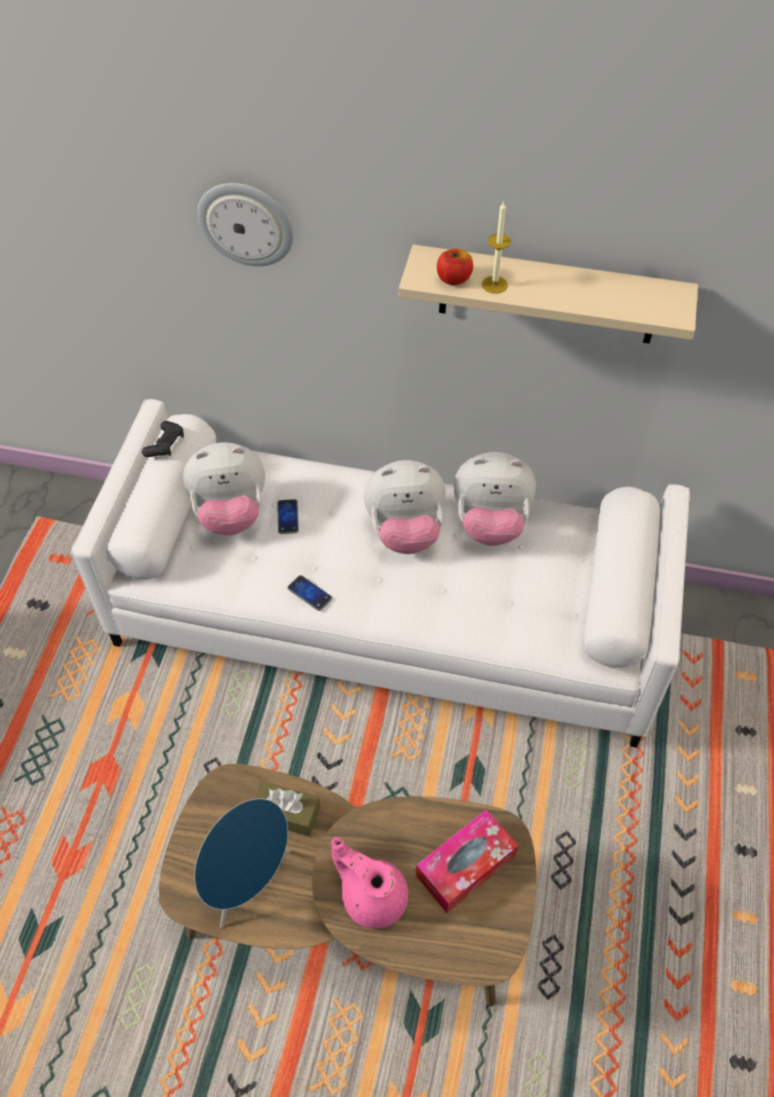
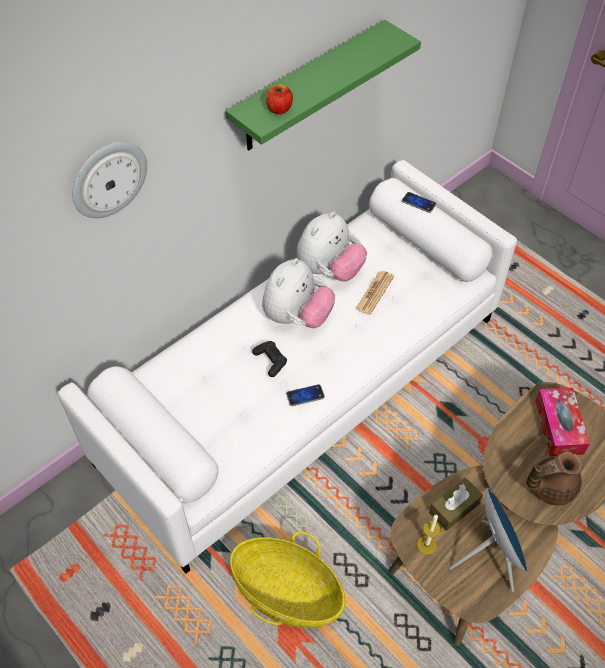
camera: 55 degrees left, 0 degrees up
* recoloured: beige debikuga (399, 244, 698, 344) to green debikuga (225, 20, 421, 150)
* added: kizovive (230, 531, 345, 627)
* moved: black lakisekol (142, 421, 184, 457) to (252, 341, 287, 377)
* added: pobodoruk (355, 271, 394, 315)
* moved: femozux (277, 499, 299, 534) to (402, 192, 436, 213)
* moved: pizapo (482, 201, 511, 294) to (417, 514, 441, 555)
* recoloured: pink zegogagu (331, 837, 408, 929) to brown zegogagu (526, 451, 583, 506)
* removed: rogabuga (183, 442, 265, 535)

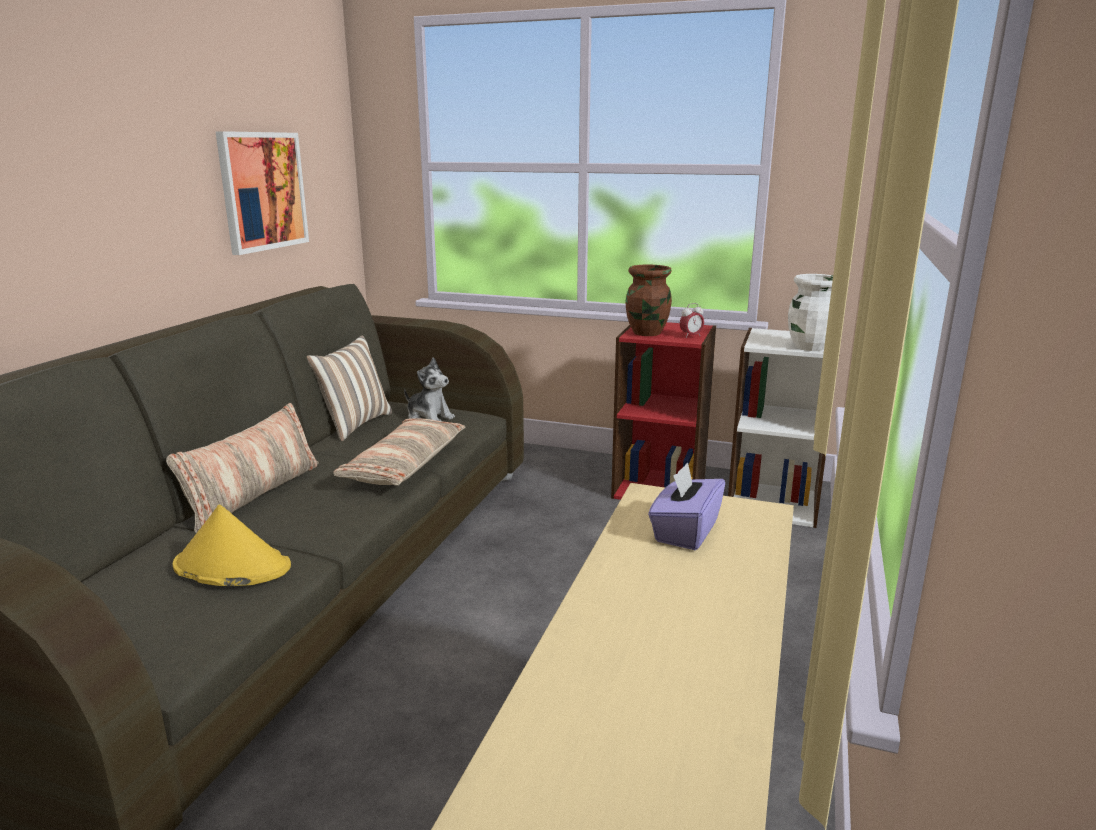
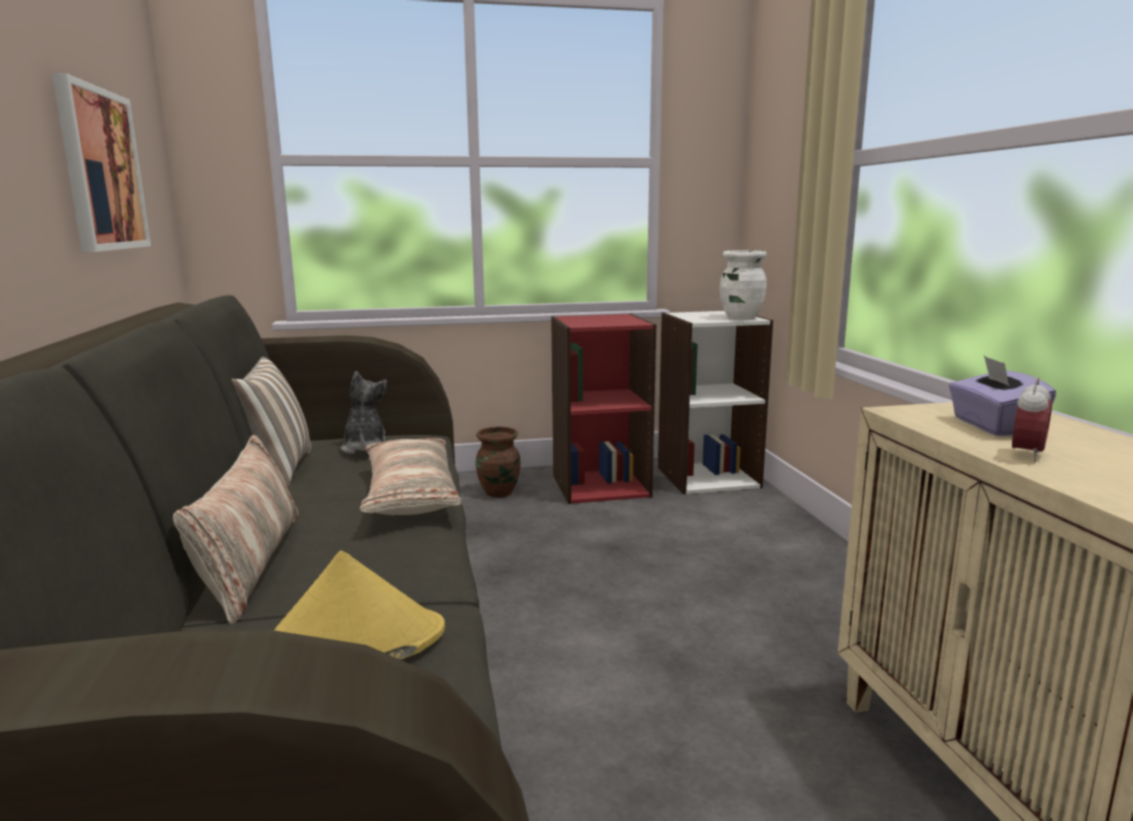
camera: 30 degrees left, 5 degrees down
* turned: rogabuga (404, 357, 455, 421) = (341, 371, 387, 454) 105 degrees counterclockwise
* moved: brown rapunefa (626, 264, 672, 336) to (476, 427, 521, 497)
* moved: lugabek (680, 303, 704, 338) to (1012, 377, 1052, 462)

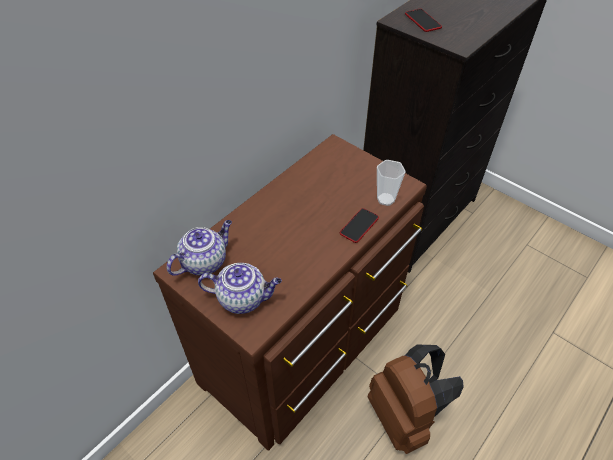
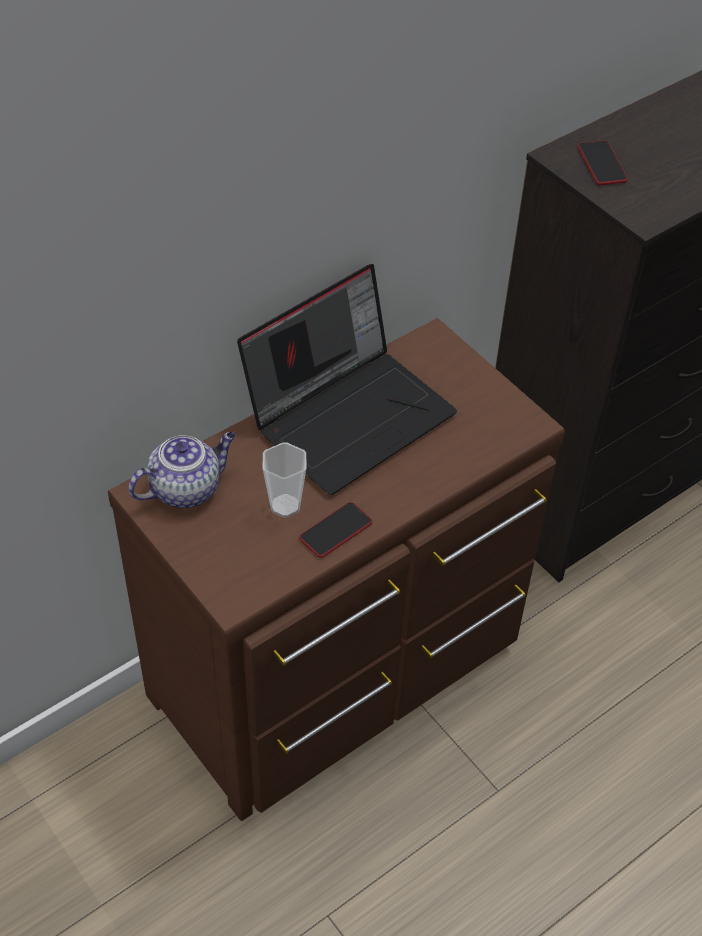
camera: 10 degrees right, 0 degrees up
* added: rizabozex (237, 264, 457, 495)
* moved: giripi (377, 160, 406, 206) to (262, 442, 306, 518)
* moved: femozux (340, 208, 379, 243) to (299, 502, 372, 558)
* removed: zegogagu (198, 263, 282, 314)
* removed: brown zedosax (368, 345, 463, 454)

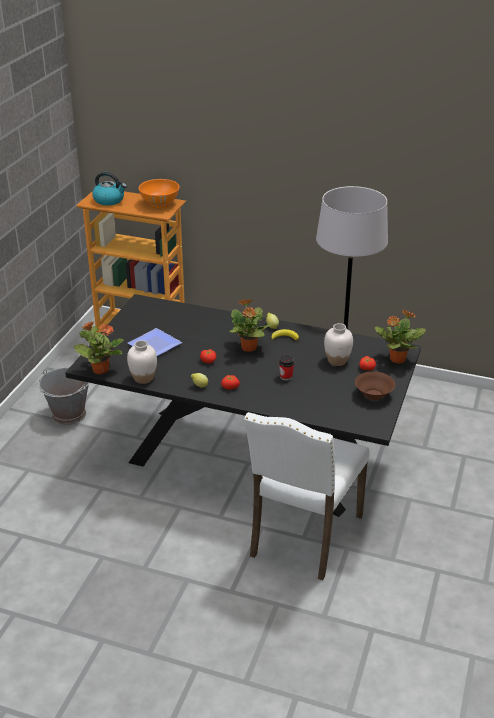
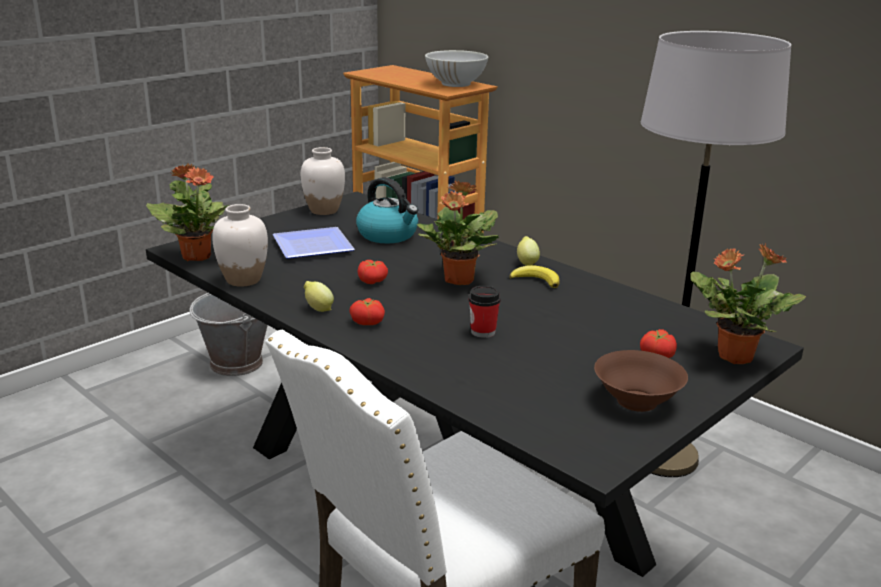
camera: 25 degrees right, 10 degrees down
* moved: white rapunefa (324, 323, 353, 366) to (301, 147, 345, 215)
* moved: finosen (92, 172, 127, 205) to (356, 177, 418, 243)
* recoloured: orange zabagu (138, 179, 180, 208) to white zabagu (425, 50, 488, 87)

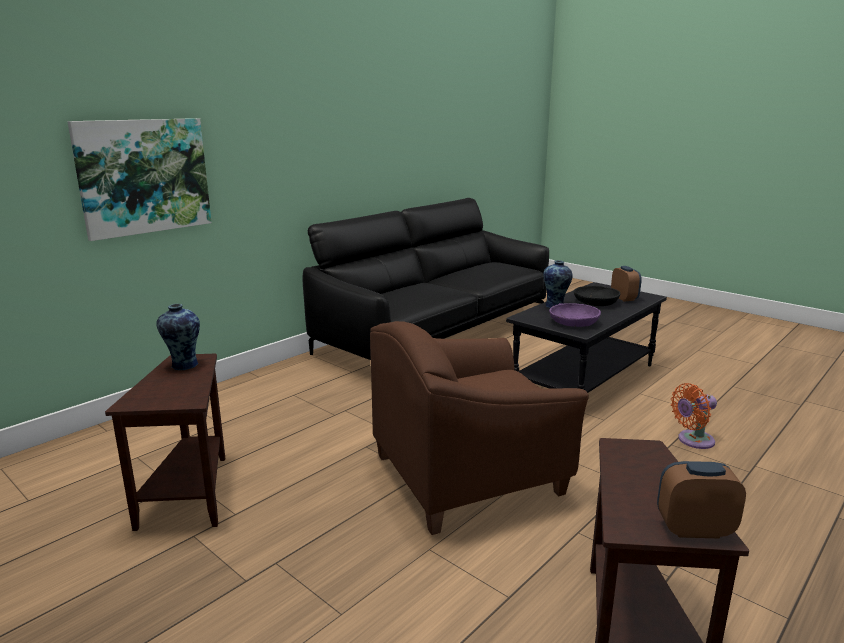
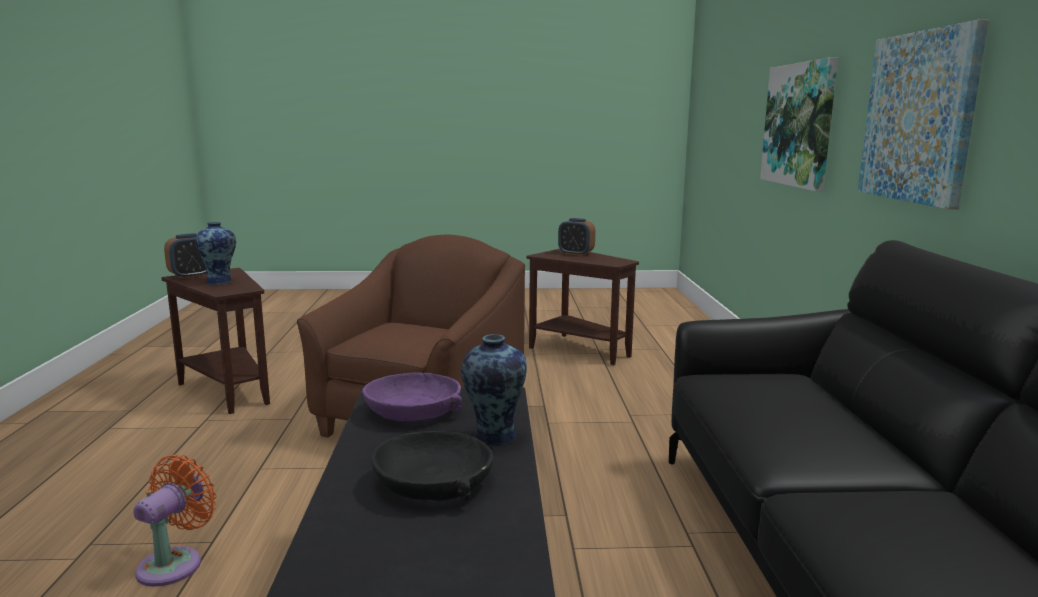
camera: 135 degrees right, 5 degrees down
* moved: rapunefa (156, 304, 200, 370) to (195, 222, 236, 285)
* moved: lugabek (611, 266, 642, 302) to (558, 218, 595, 256)
* added: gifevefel (858, 20, 989, 209)

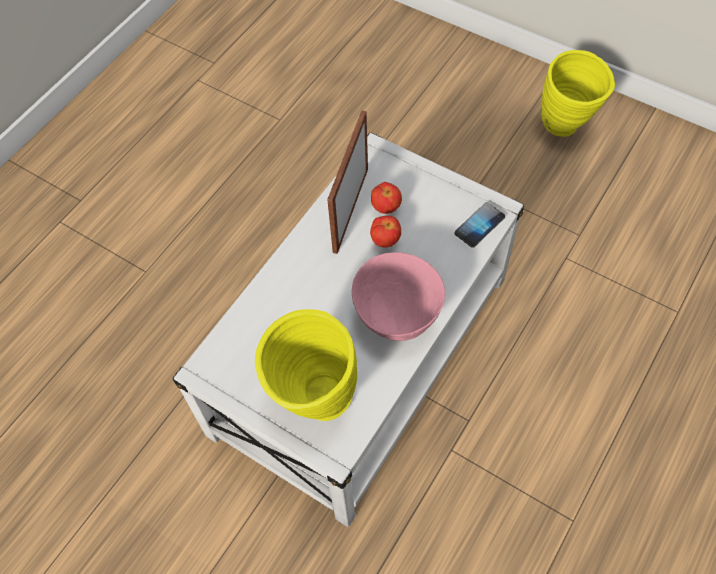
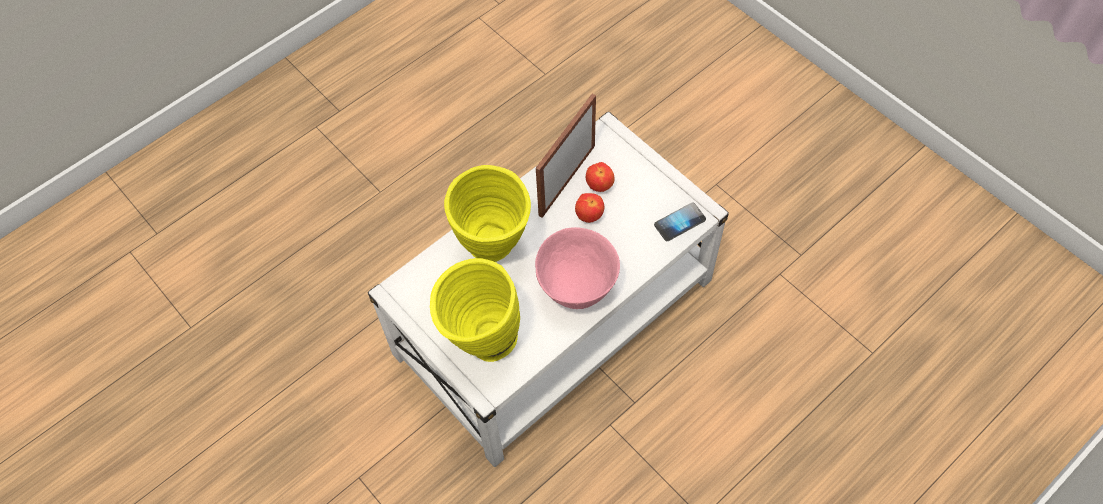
camera: 15 degrees right, 0 degrees up
* moved: yellow rapunefa (541, 50, 615, 137) to (444, 165, 531, 262)

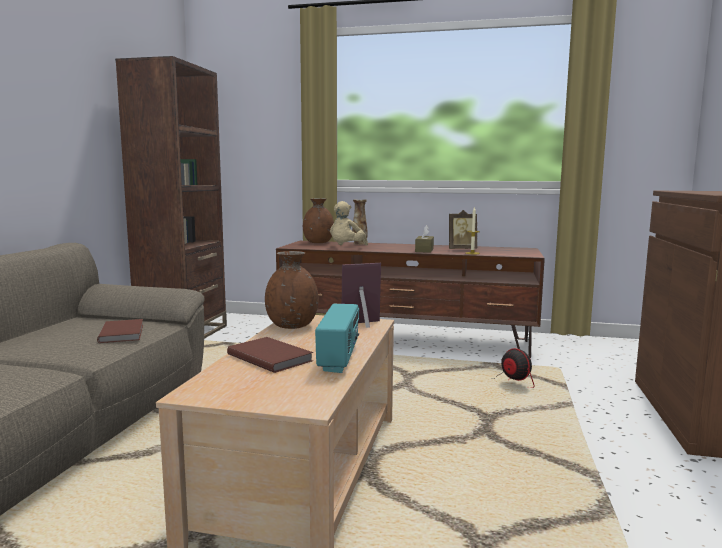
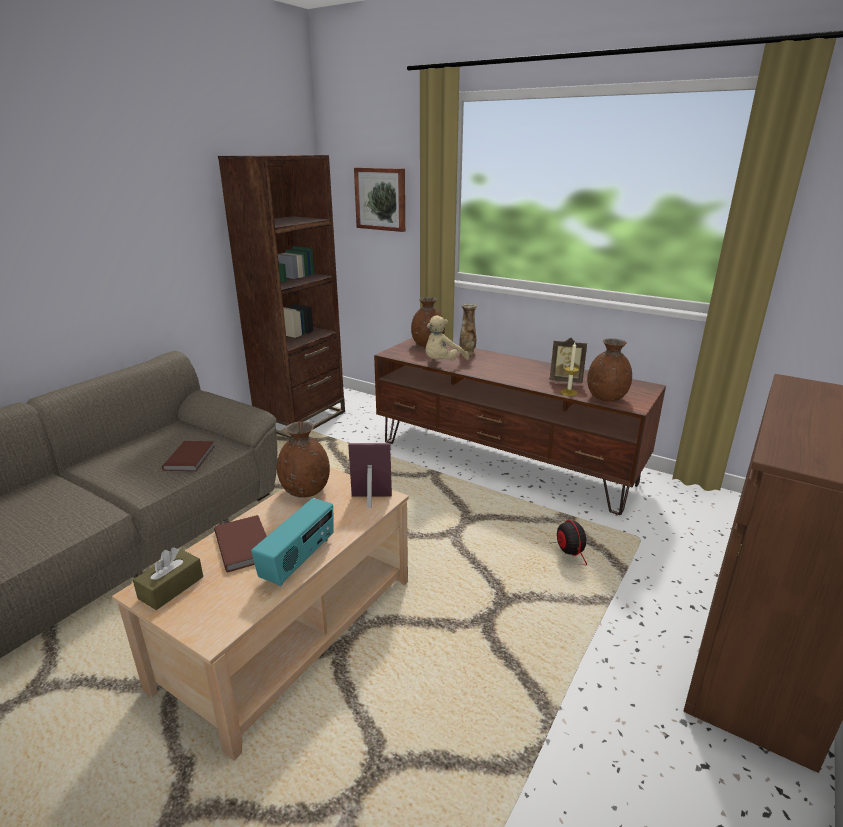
camera: 20 degrees right, 15 degrees up
* moved: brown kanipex (415, 225, 434, 253) to (133, 547, 203, 610)
* added: gifevefel (354, 167, 405, 232)
* added: brown rapunefa (587, 338, 632, 402)

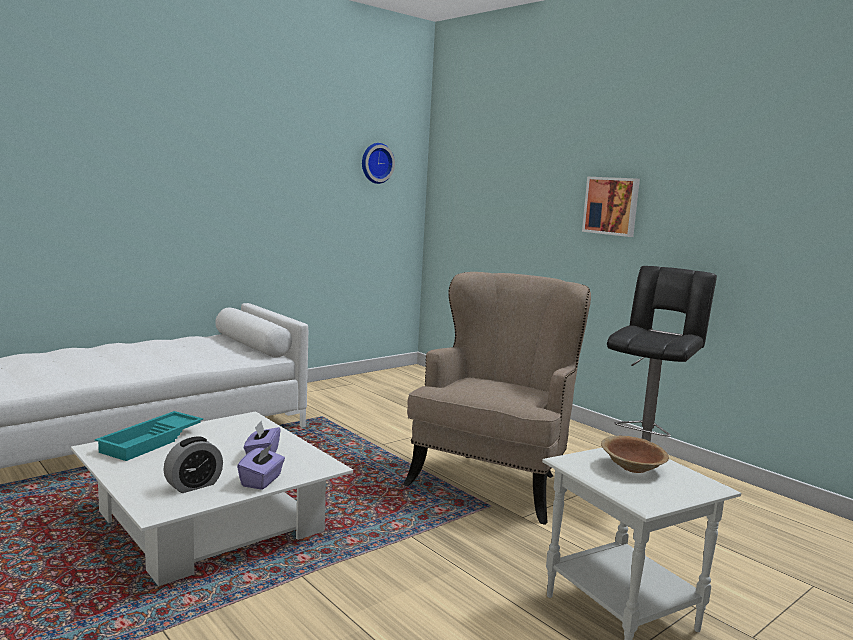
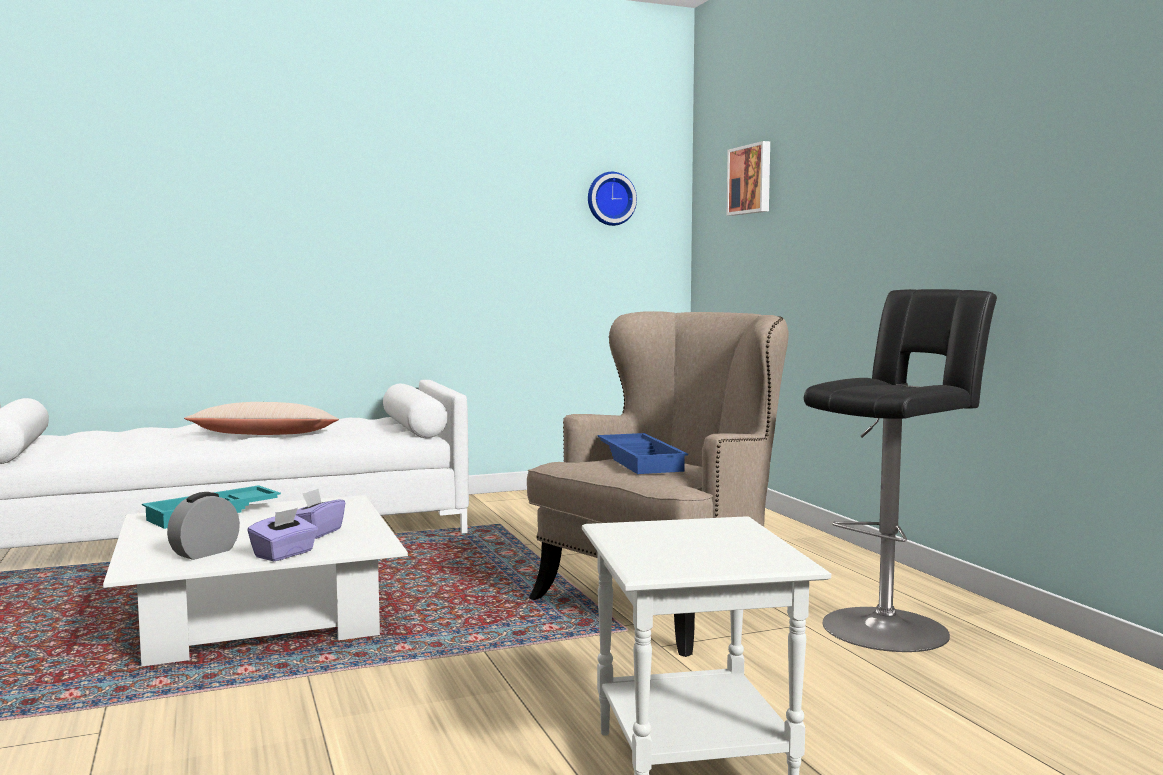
camera: 20 degrees right, 5 degrees down
* turned: lugabek (163, 437, 223, 493) = (167, 492, 240, 560) 150 degrees clockwise
* added: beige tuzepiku (184, 402, 339, 435)
* added: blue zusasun (597, 433, 688, 474)
* moved: gifevefel (582, 177, 640, 237) to (727, 141, 770, 216)
* removed: brown zabagu (601, 436, 669, 473)

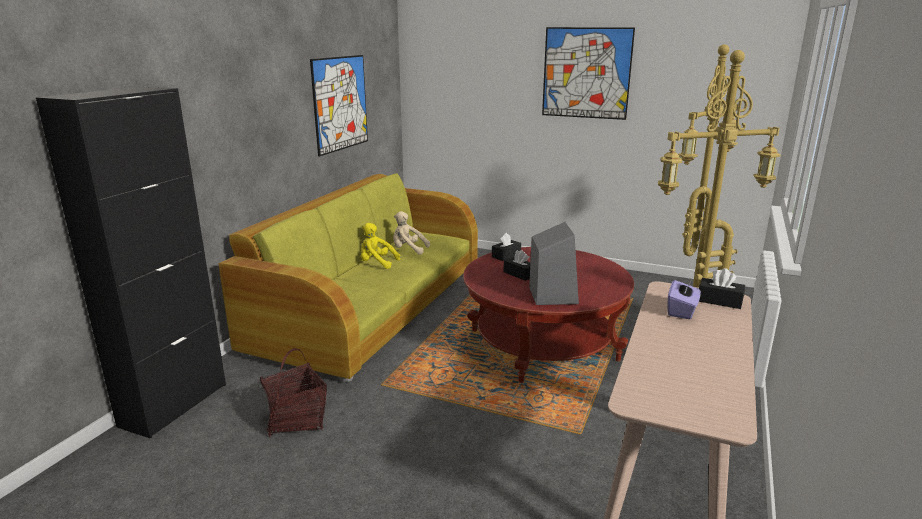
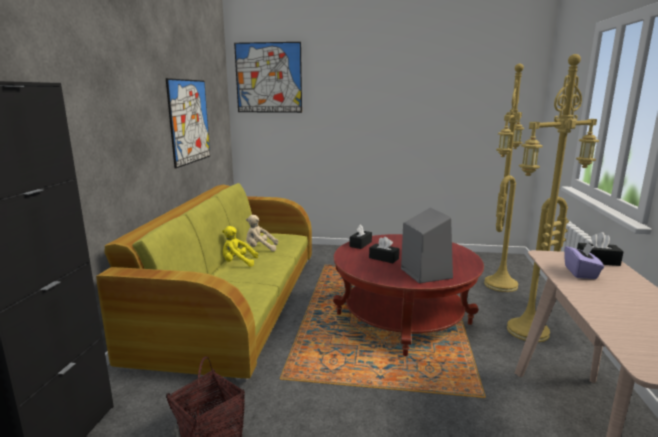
camera: 15 degrees left, 5 degrees down
* moved: gifevefel (542, 27, 635, 120) to (234, 42, 302, 113)

